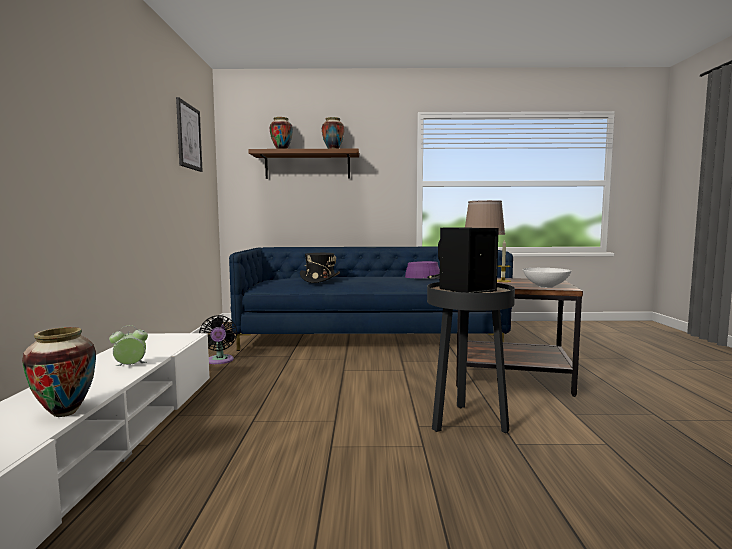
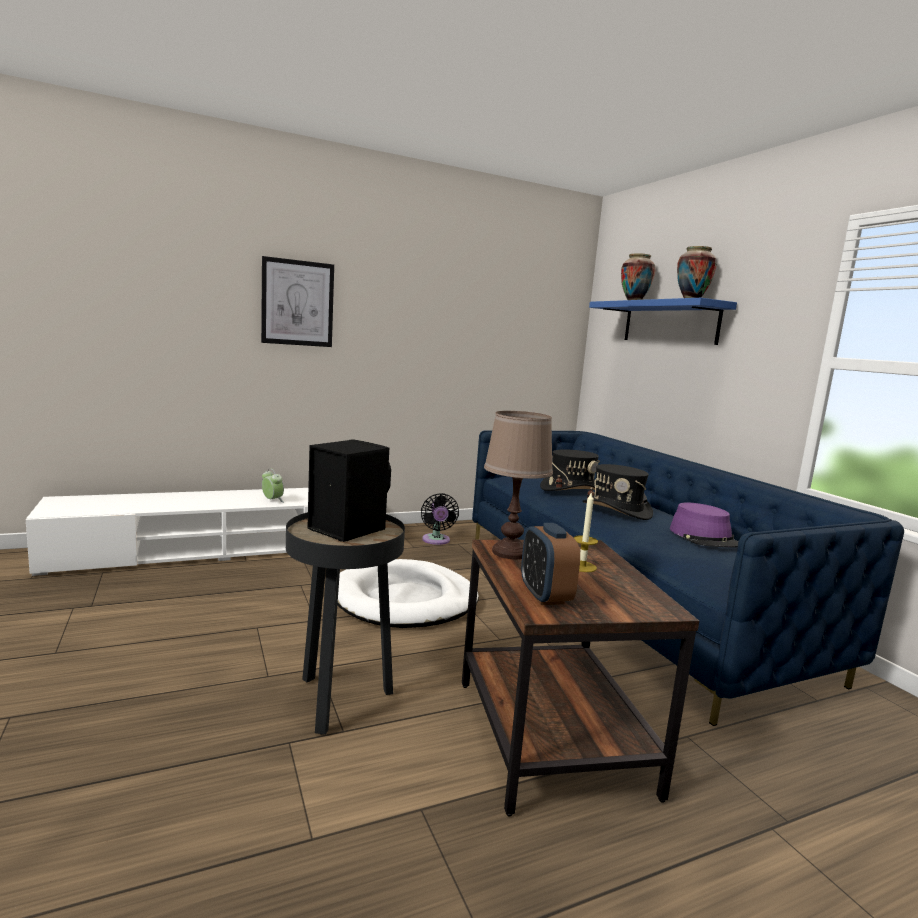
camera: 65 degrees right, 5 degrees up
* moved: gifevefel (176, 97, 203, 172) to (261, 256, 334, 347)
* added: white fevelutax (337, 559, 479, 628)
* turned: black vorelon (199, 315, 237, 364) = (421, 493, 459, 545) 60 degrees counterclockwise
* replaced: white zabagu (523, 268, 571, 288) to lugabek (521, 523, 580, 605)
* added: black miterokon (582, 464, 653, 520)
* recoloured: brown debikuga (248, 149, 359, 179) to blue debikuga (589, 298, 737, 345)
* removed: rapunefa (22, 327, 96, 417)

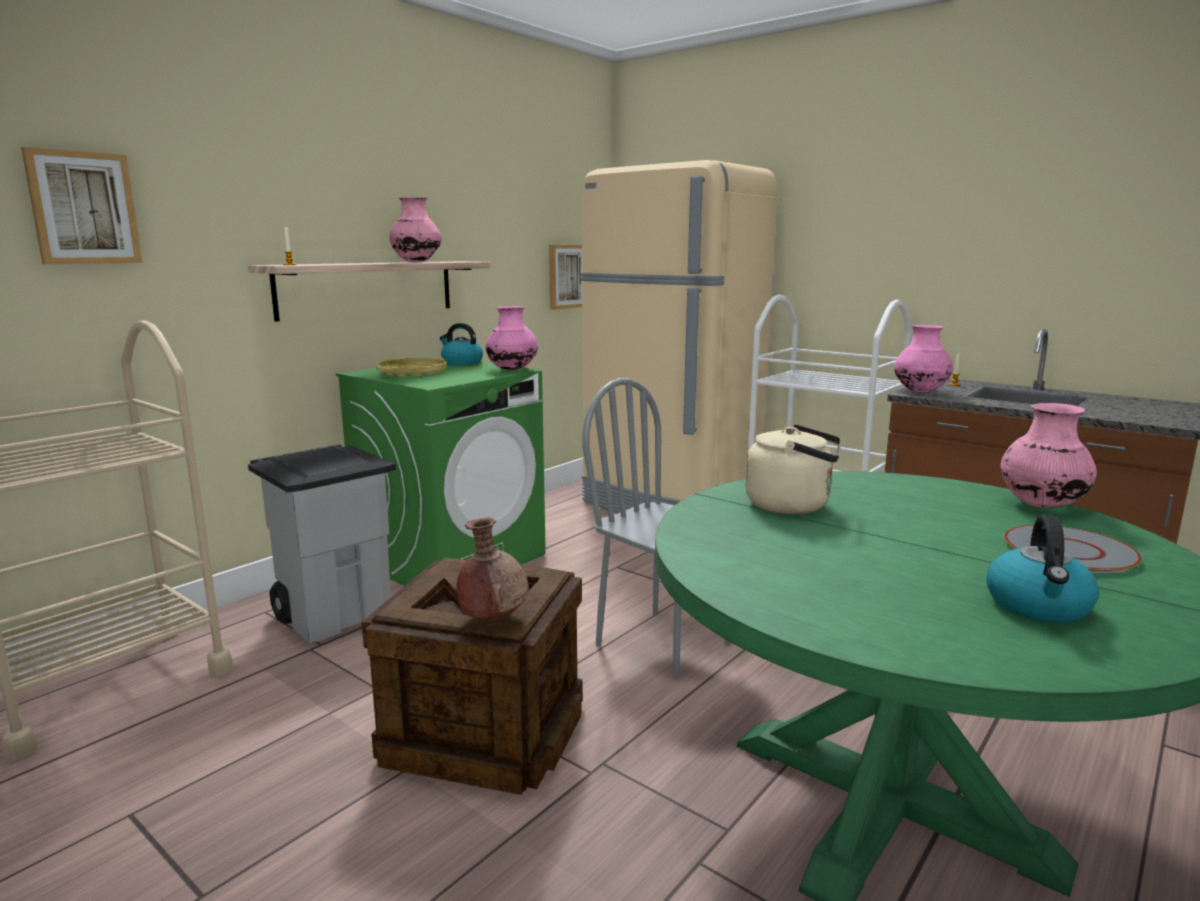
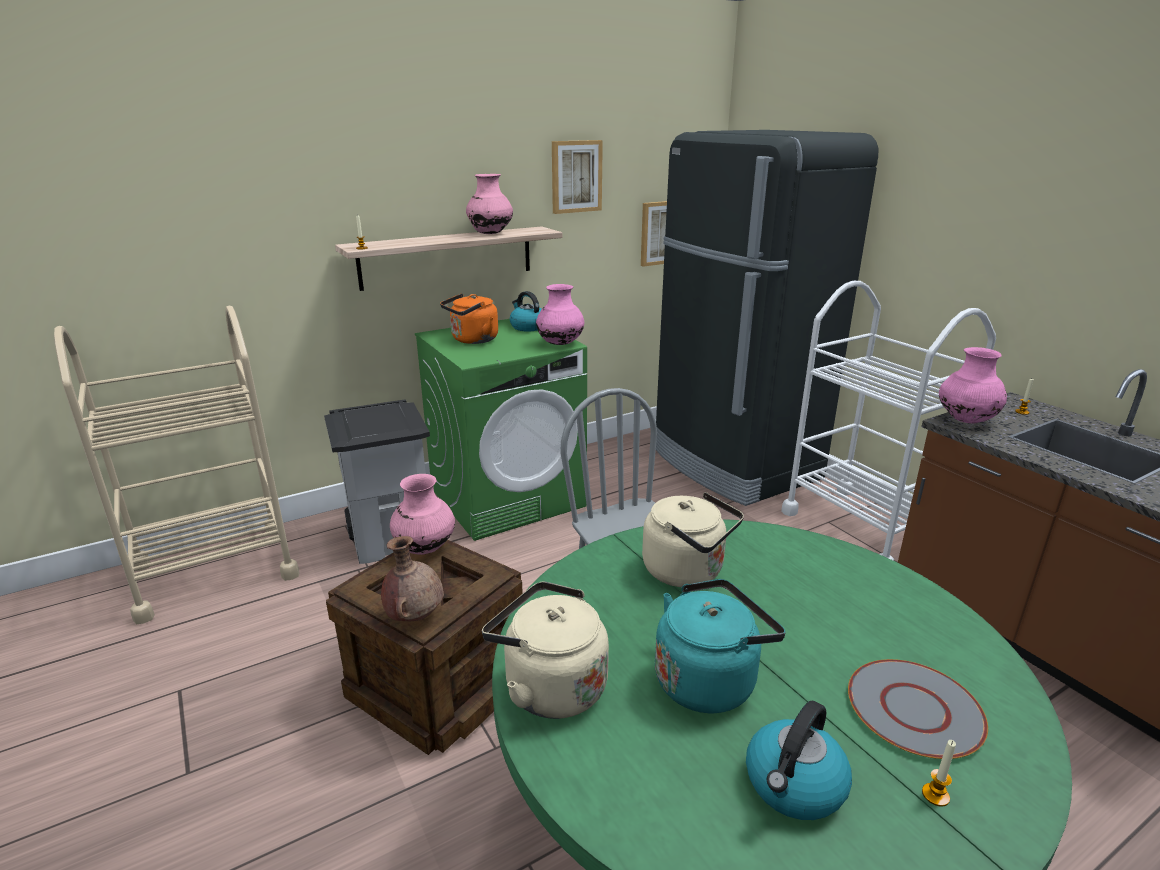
camera: 20 degrees right, 10 degrees up
* moved: pink rapunefa (1000, 403, 1097, 508) to (390, 474, 455, 555)
* replaced: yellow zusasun (376, 358, 447, 377) to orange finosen (440, 293, 498, 344)
* added: beige finosen (482, 581, 609, 719)
* moved: gifevefel (21, 147, 143, 264) to (552, 140, 603, 214)
* added: turquoise finosen (655, 579, 786, 713)
* recoloured: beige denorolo (580, 160, 778, 513) to black denorolo (656, 130, 878, 506)
* added: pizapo (922, 740, 956, 807)

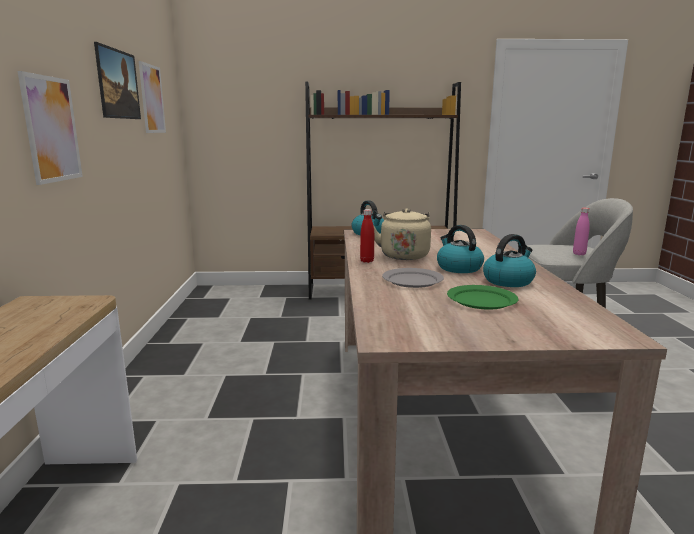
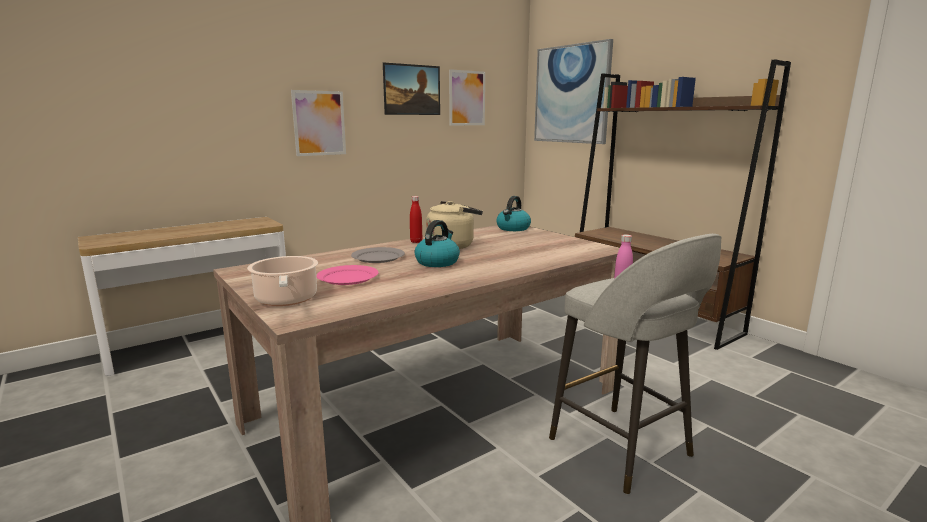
camera: 55 degrees right, 0 degrees up
* added: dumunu (247, 256, 318, 306)
* recoloured: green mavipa (447, 285, 518, 309) to pink mavipa (317, 265, 379, 285)
* added: gifevefel (534, 39, 613, 144)
* removed: finosen (483, 234, 536, 287)

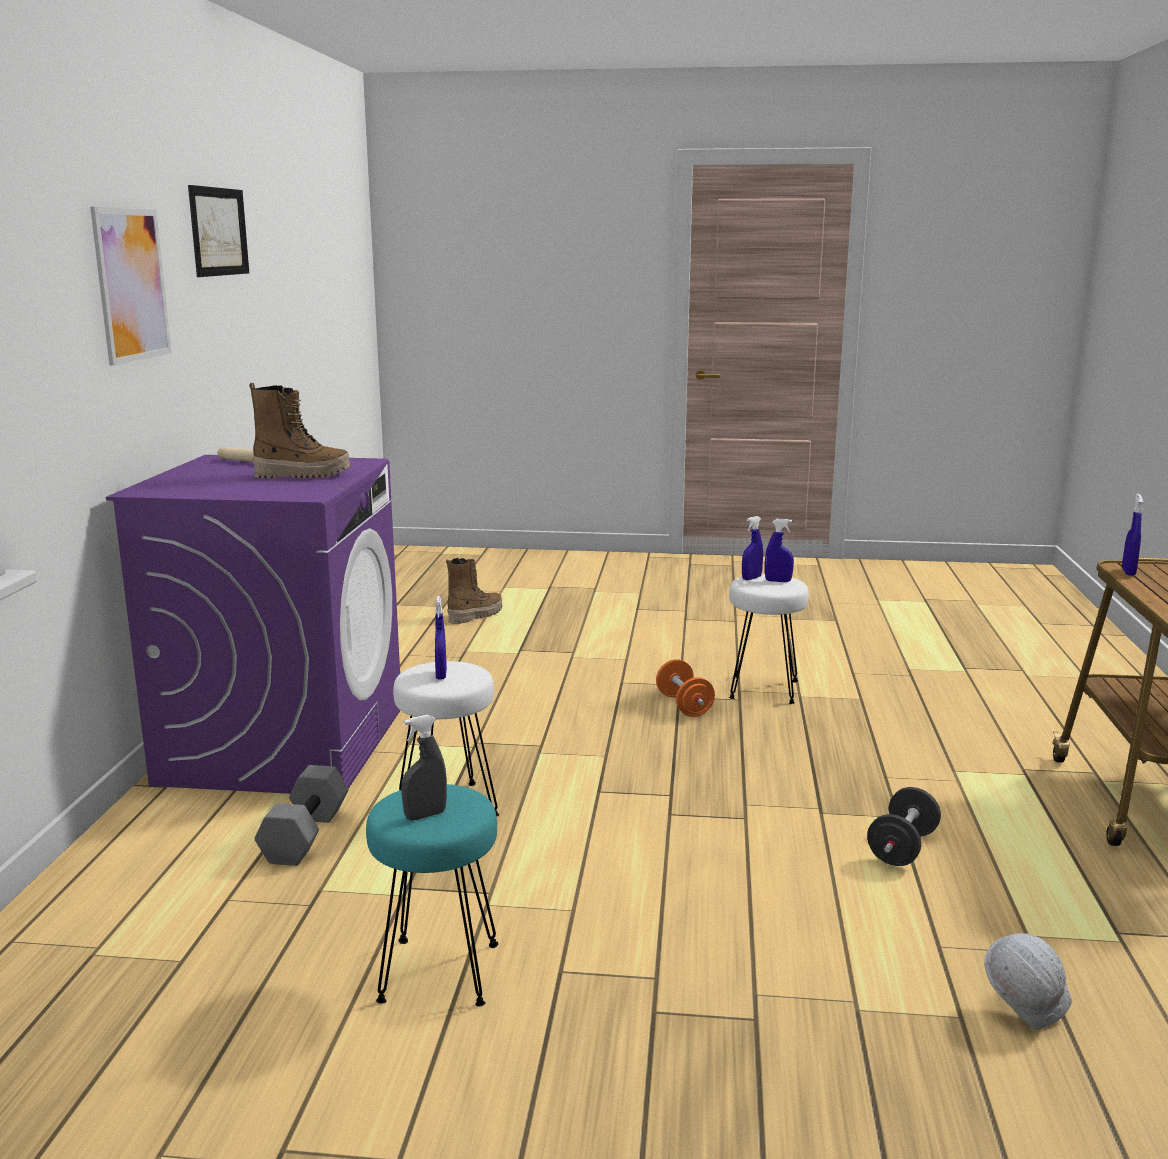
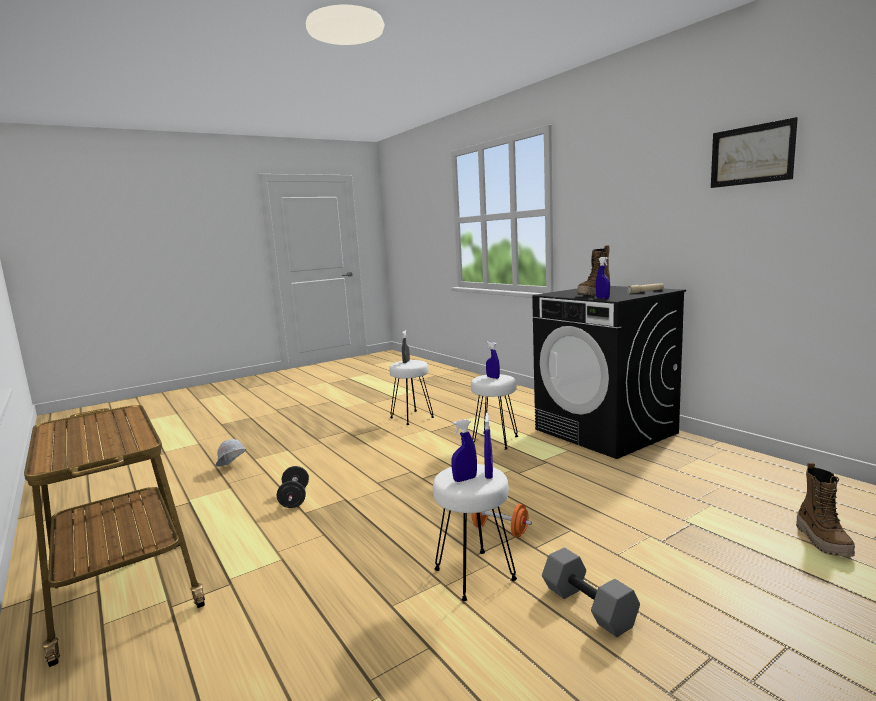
camera: 140 degrees right, 5 degrees down
* recoloured: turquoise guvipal (366, 784, 498, 1007) to white guvipal (389, 360, 434, 425)
* recoloured: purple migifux (106, 455, 401, 794) to black migifux (532, 286, 686, 459)
* moved: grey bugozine (254, 765, 349, 866) to (542, 547, 640, 637)
* moved: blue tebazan (1122, 493, 1143, 576) to (596, 257, 610, 299)
* removed: gifevefel (90, 207, 171, 366)

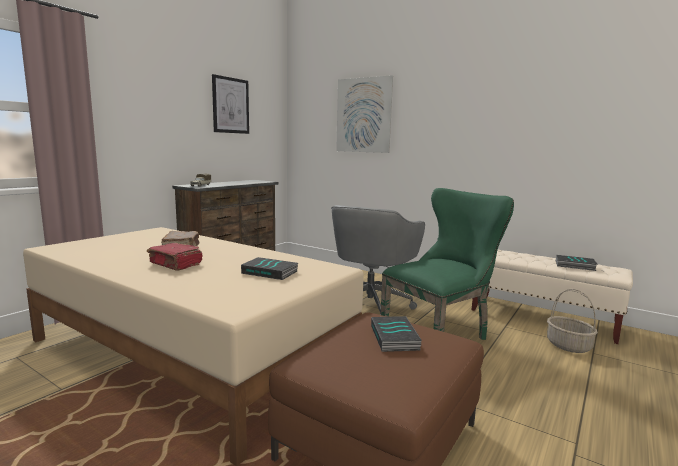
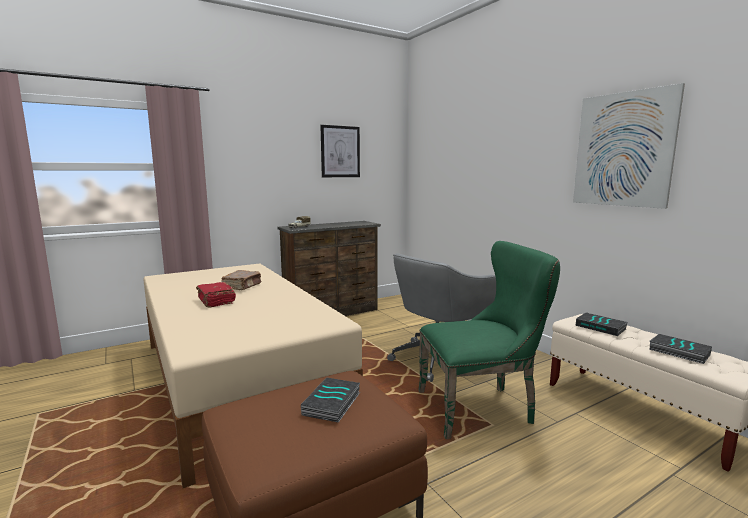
camera: 25 degrees right, 0 degrees up
* moved: gifevefel (336, 75, 393, 153) to (573, 83, 685, 209)
* moved: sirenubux (241, 257, 298, 280) to (576, 313, 628, 336)
* removed: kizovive (547, 289, 598, 353)

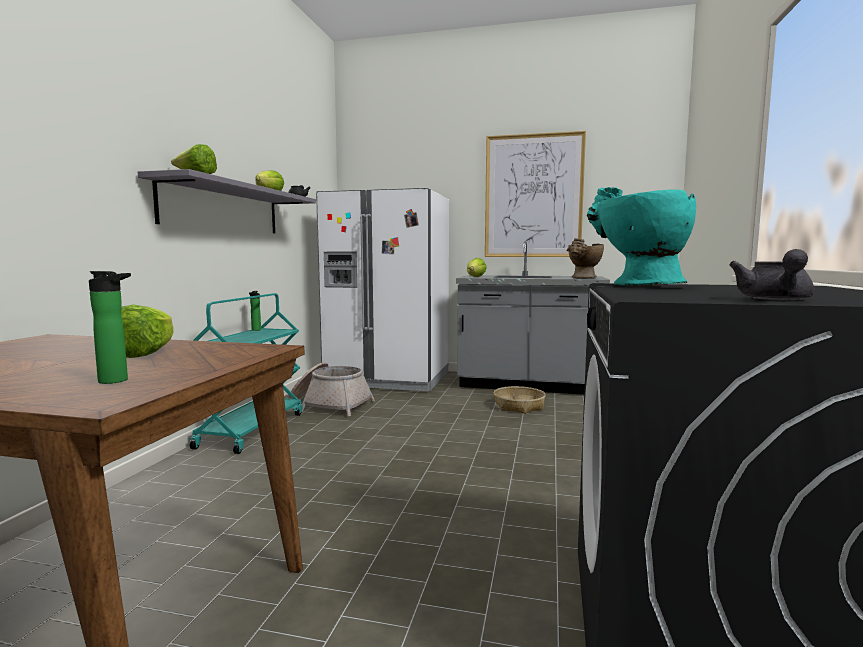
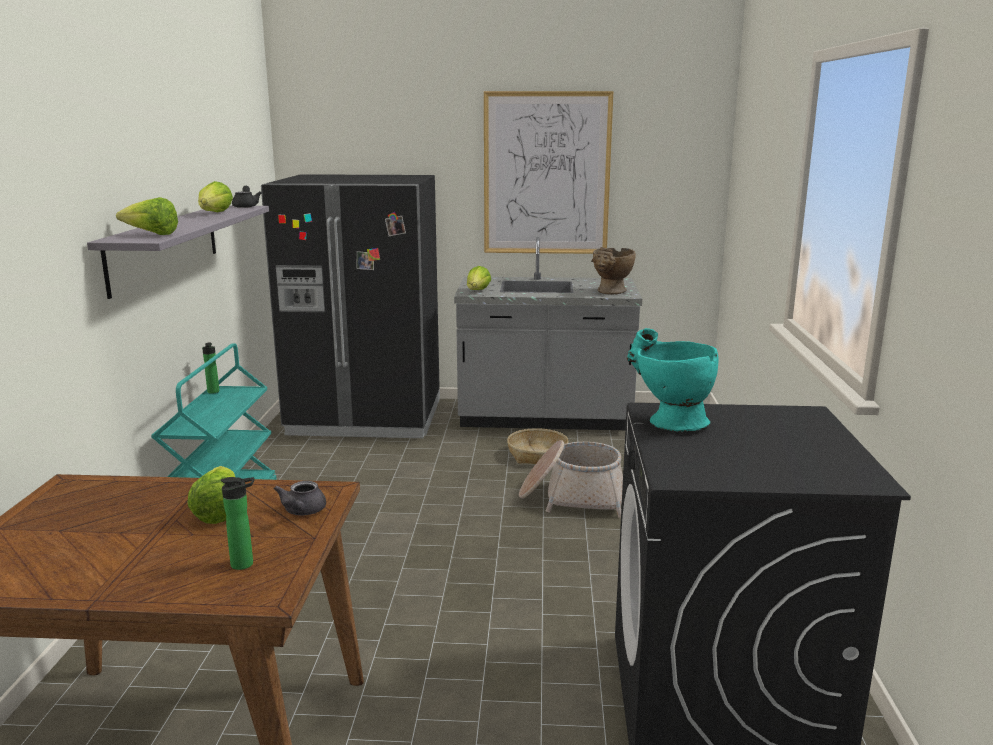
camera: 10 degrees left, 10 degrees up
* recoloured: white denorolo (316, 188, 449, 391) to black denorolo (261, 174, 440, 438)
* moved: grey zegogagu (729, 249, 814, 300) to (274, 481, 326, 515)
* moved: kizovive (288, 362, 375, 417) to (519, 440, 623, 518)

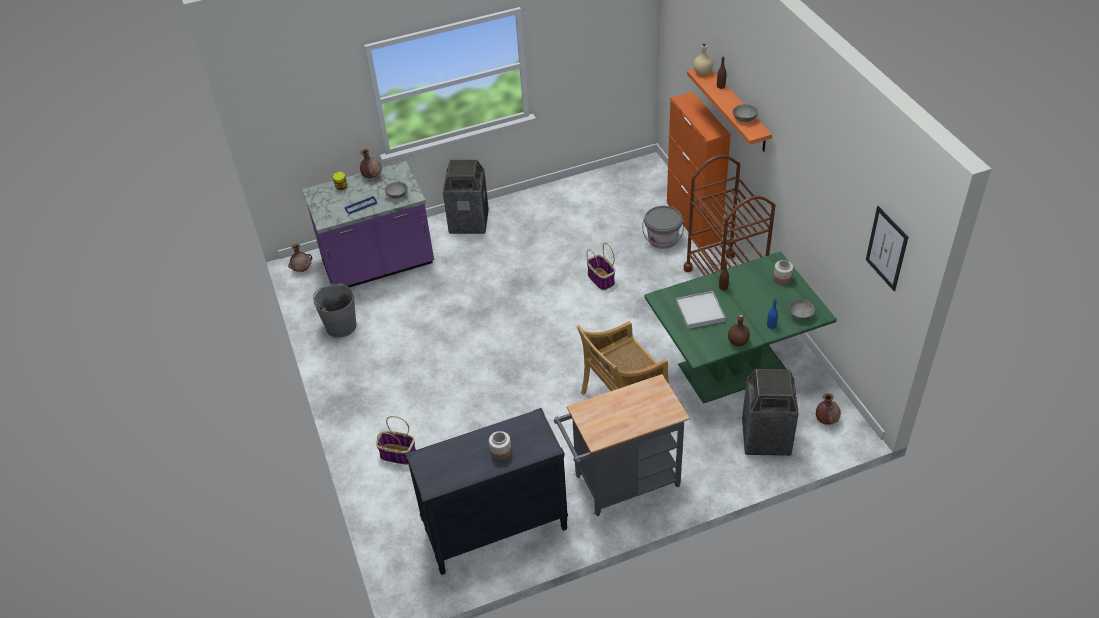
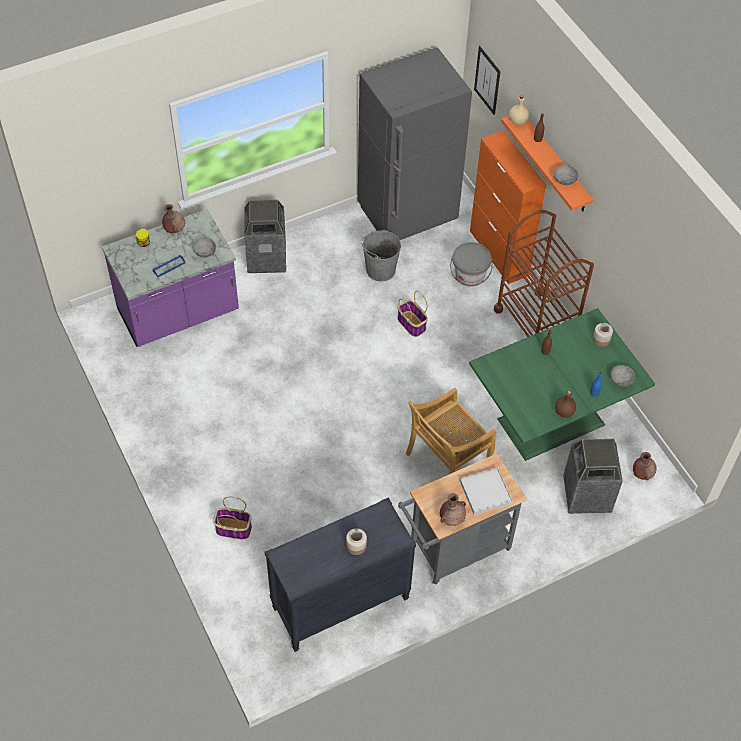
camera: 10 degrees left, 10 degrees up
* added: grey denorolo (358, 47, 472, 240)
* moved: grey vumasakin (313, 283, 357, 338) to (361, 230, 401, 282)
* moved: brown rapunefa (288, 244, 312, 272) to (440, 493, 466, 526)
* moved: white zusasun (676, 291, 725, 329) to (460, 468, 513, 515)
* moved: gifevefel (866, 206, 908, 291) to (474, 46, 501, 115)

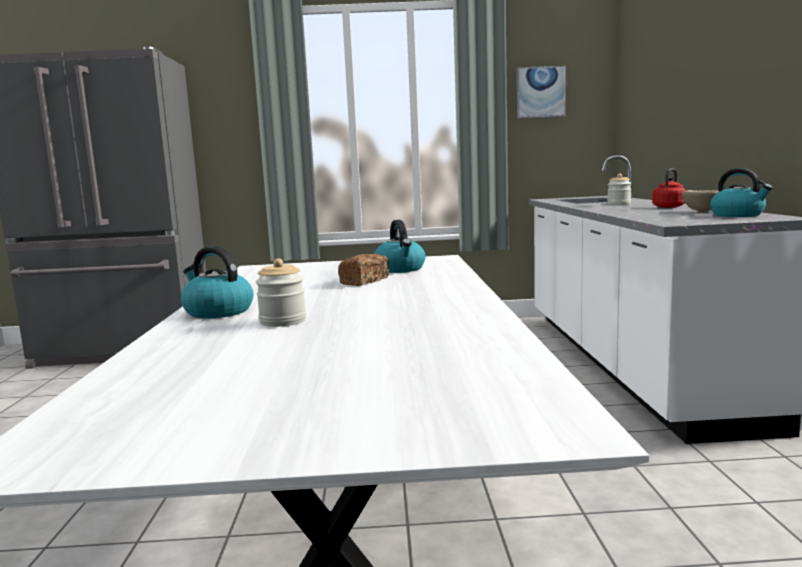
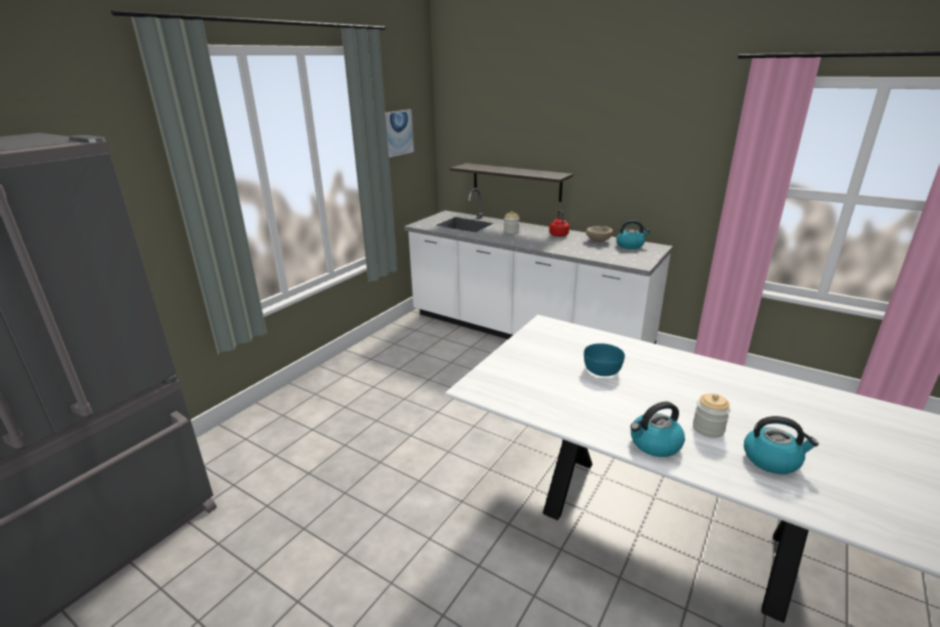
camera: 55 degrees left, 15 degrees up
* added: debikuga (450, 163, 573, 202)
* replaced: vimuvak (338, 254, 389, 286) to turquoise zabagu (584, 343, 625, 376)
* moved: finosen (374, 220, 426, 273) to (744, 416, 819, 474)

